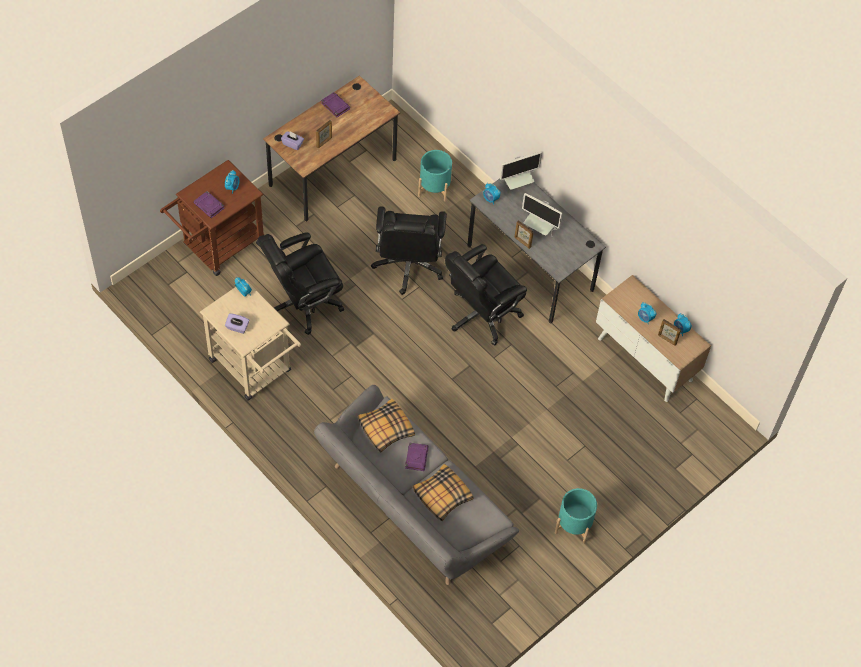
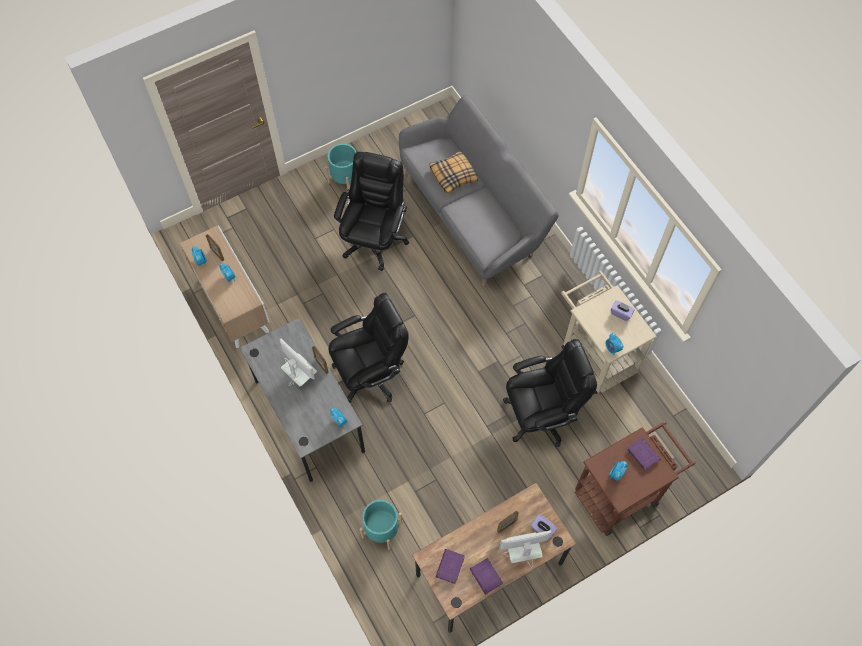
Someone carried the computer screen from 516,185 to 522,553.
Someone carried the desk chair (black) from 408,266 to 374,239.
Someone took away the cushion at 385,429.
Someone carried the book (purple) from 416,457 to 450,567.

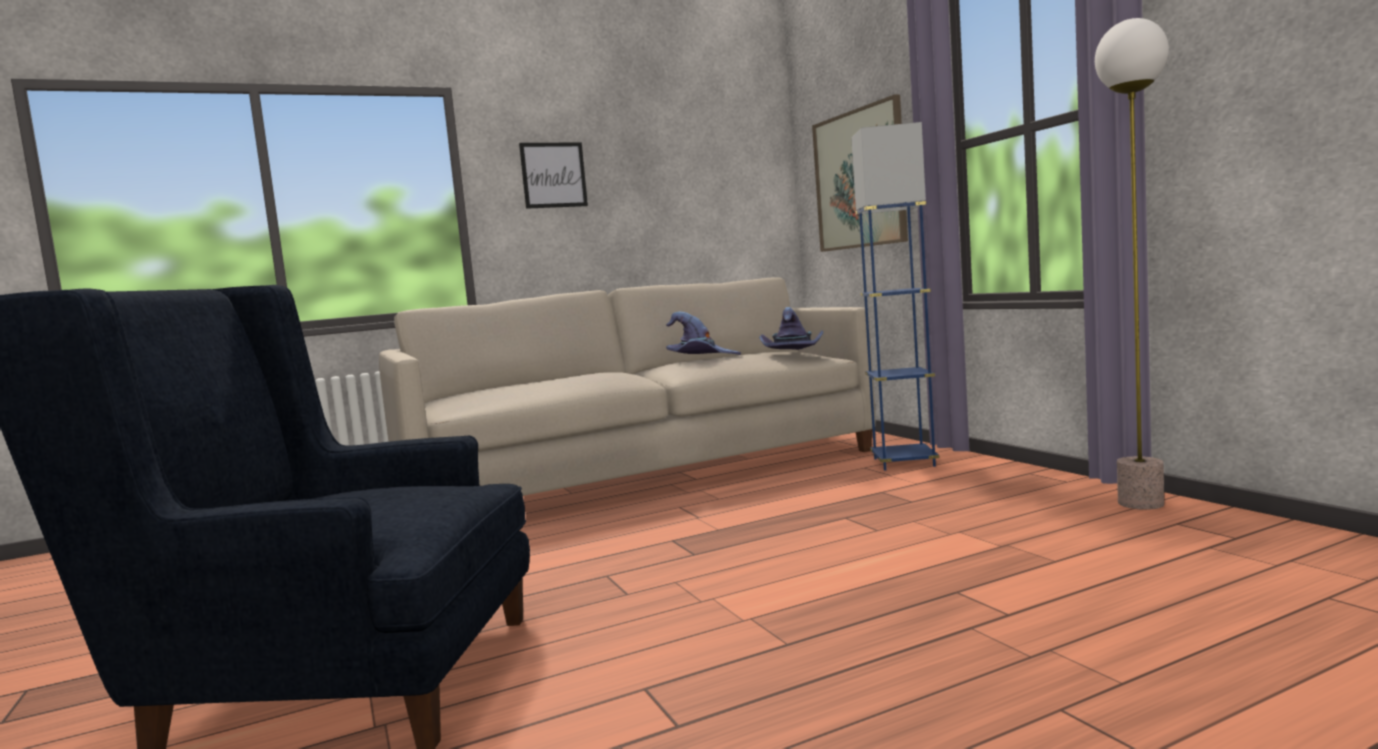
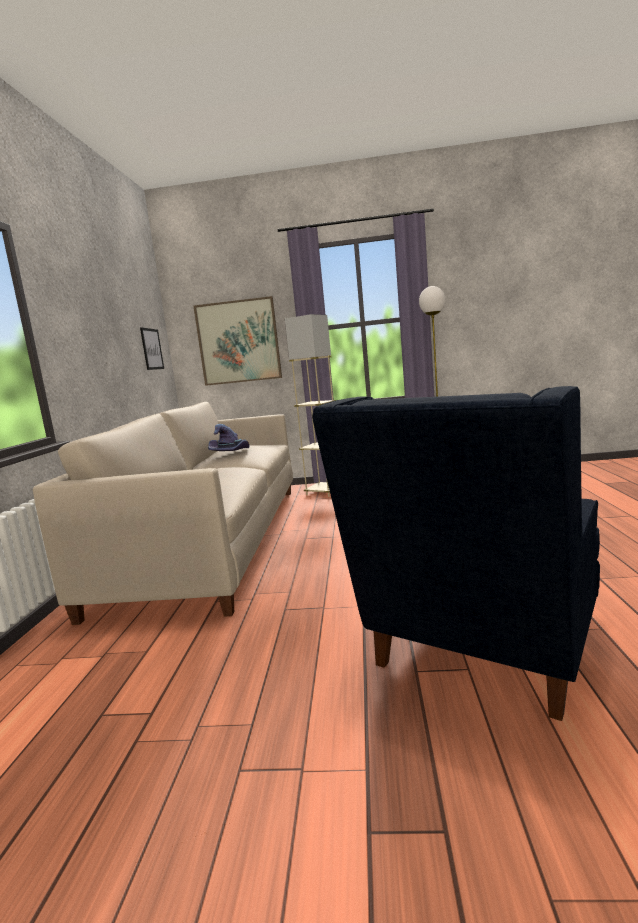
Someone repainted the floor lamp (blue-coloured) at 904,462, which became the floor lamp (beige) at 324,492.
Someone carried the wall art from 553,175 to 152,349.
Someone took away the wearable hat (purple) at 793,353.

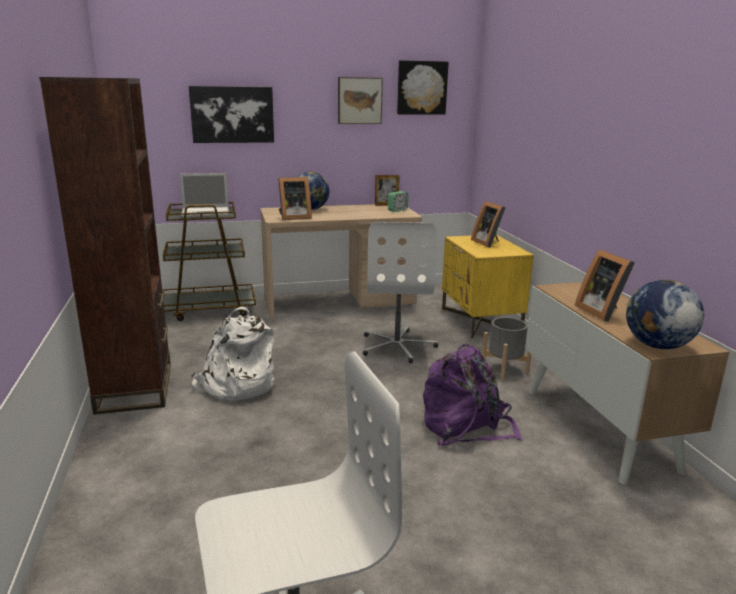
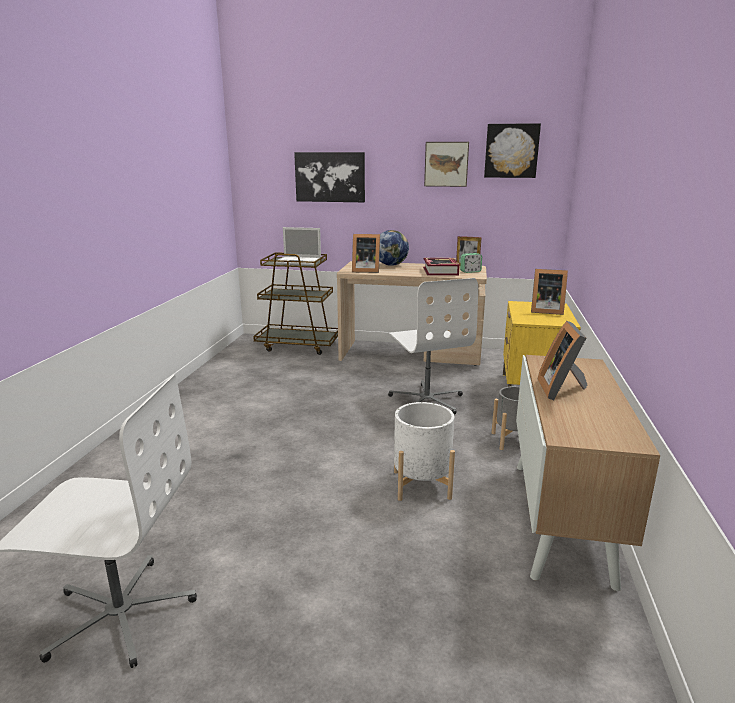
Someone took away the shelving unit (brown-coloured) at 135,387.
Someone rotated the photo frame at 488,243 by 75 degrees counterclockwise.
Someone rotated the desk chair (white-coloured) at 397,346 by 45 degrees counterclockwise.
Someone took away the desk globe at 657,346.
Someone took away the backpack (white-coloured) at 236,386.
Someone swapped the backpack (purple) at 466,427 for the flower pot (white-coloured) at 421,484.
Someone put down the book at 441,271.

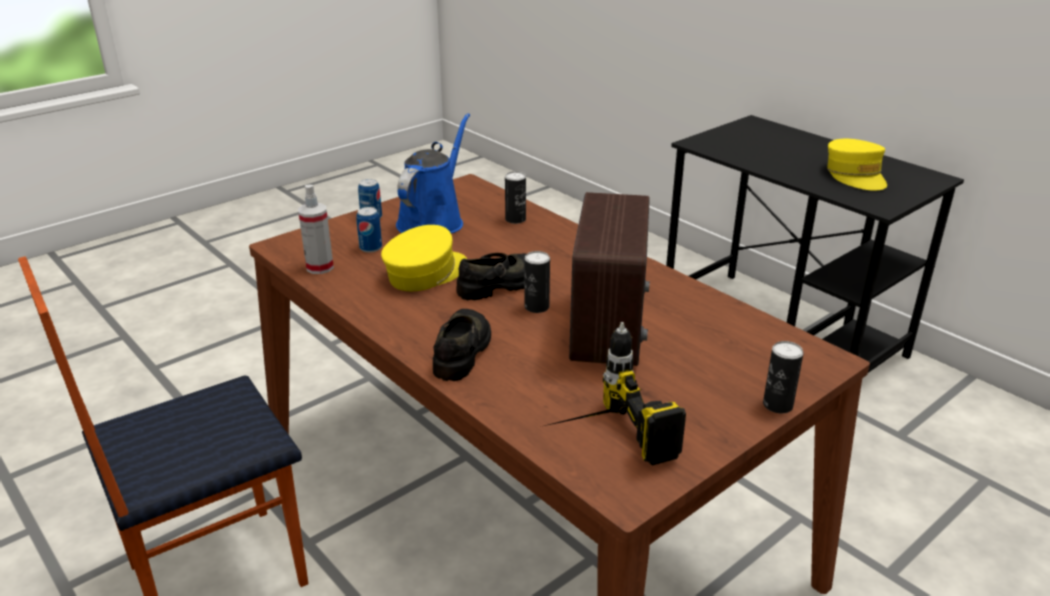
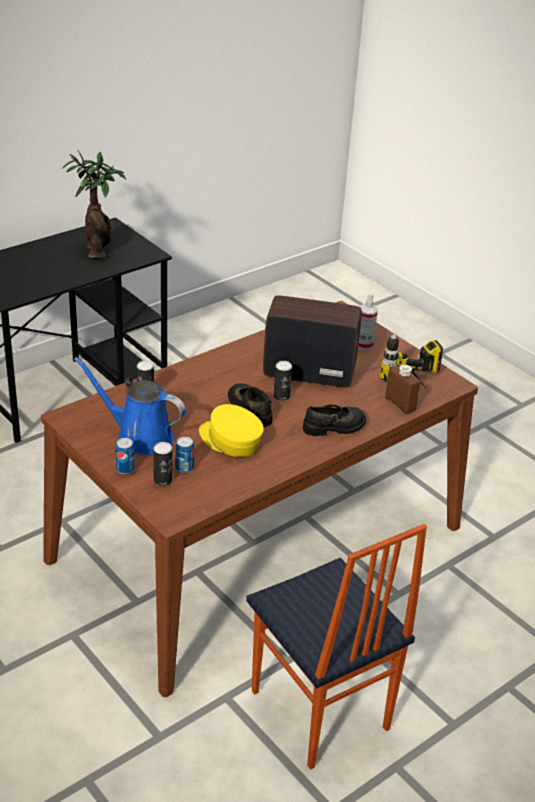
Someone swapped the baseball cap (yellow) at 855,175 for the potted plant at 98,250.
Someone carried the spray bottle from 320,267 to 364,345.
Someone rotated the item of footwear (black) at 462,351 by 150 degrees clockwise.
Someone carried the can from 777,405 to 162,480.
Someone put down the beverage bottle (brown-coloured) at 400,404.

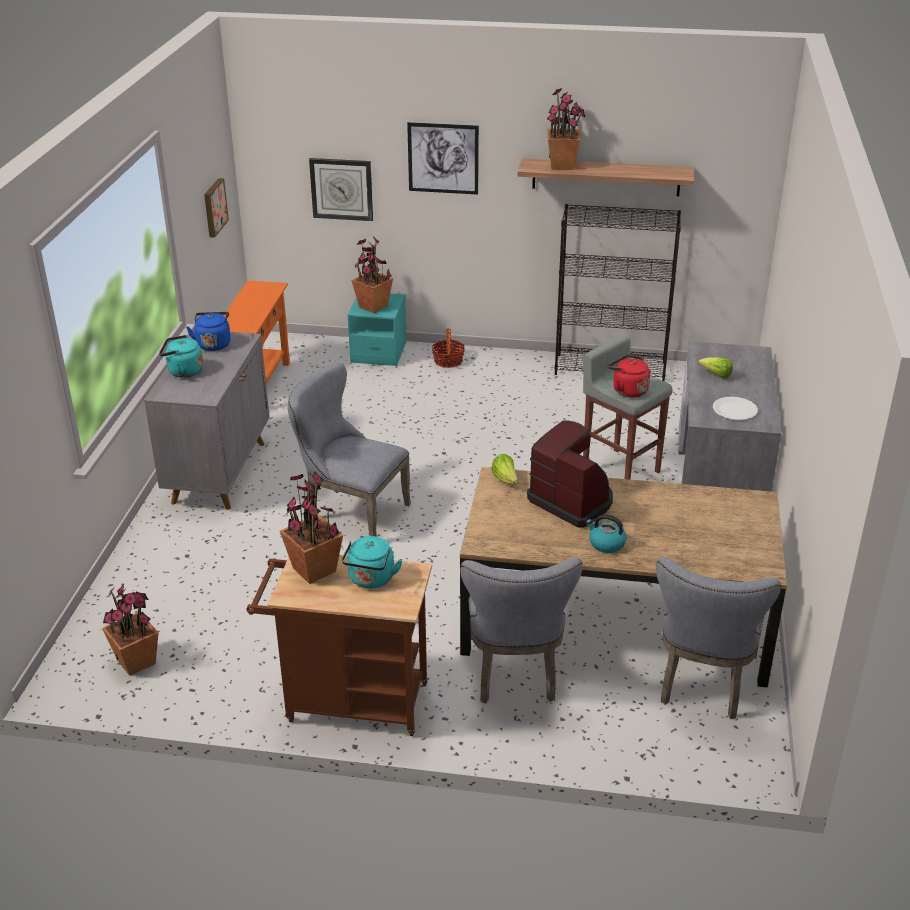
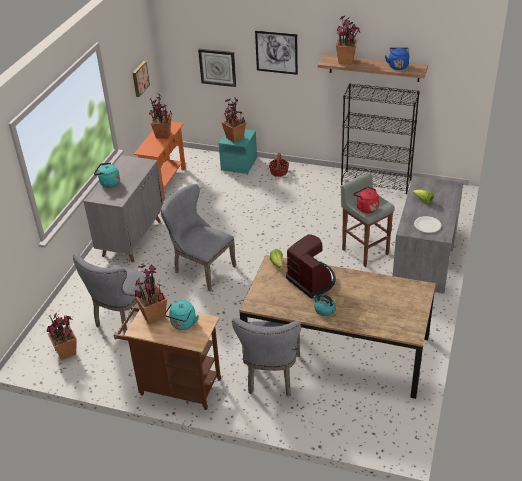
Someone carried the water kettle (blue-coloured) from 213,344 to 398,66.
Someone carried the plain chair (gray) from 704,683 to 123,318.
Someone put down the potted plant at 163,135.

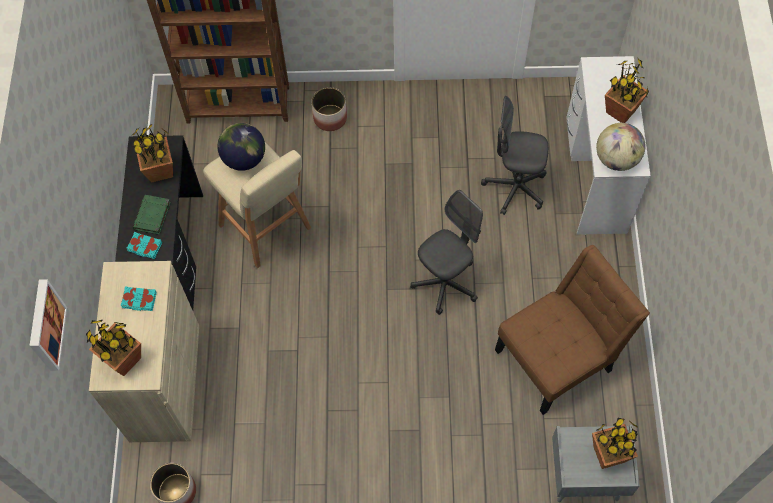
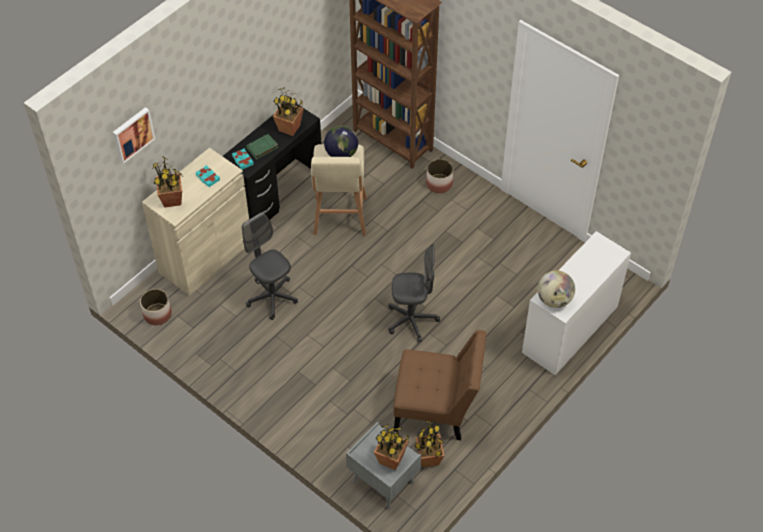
Someone carried the potted plant from 621,111 to 429,459.
Someone carried the desk chair (gray) from 514,188 to 272,297.

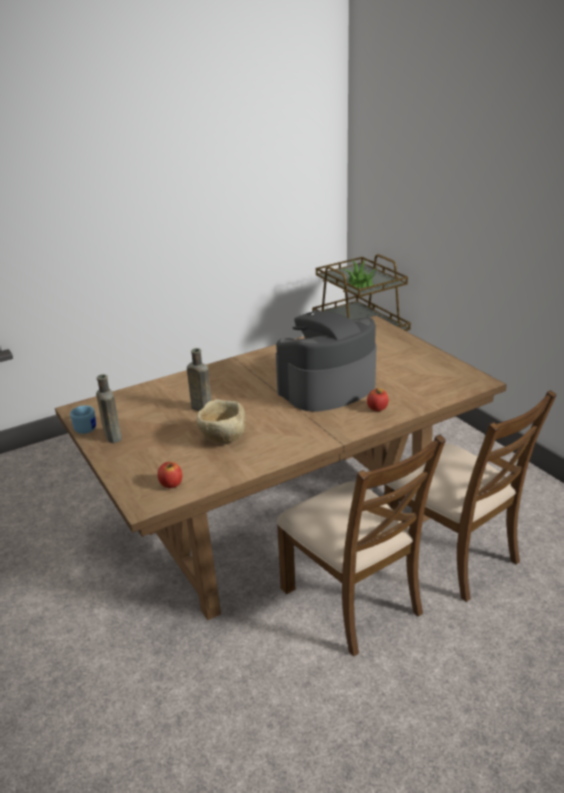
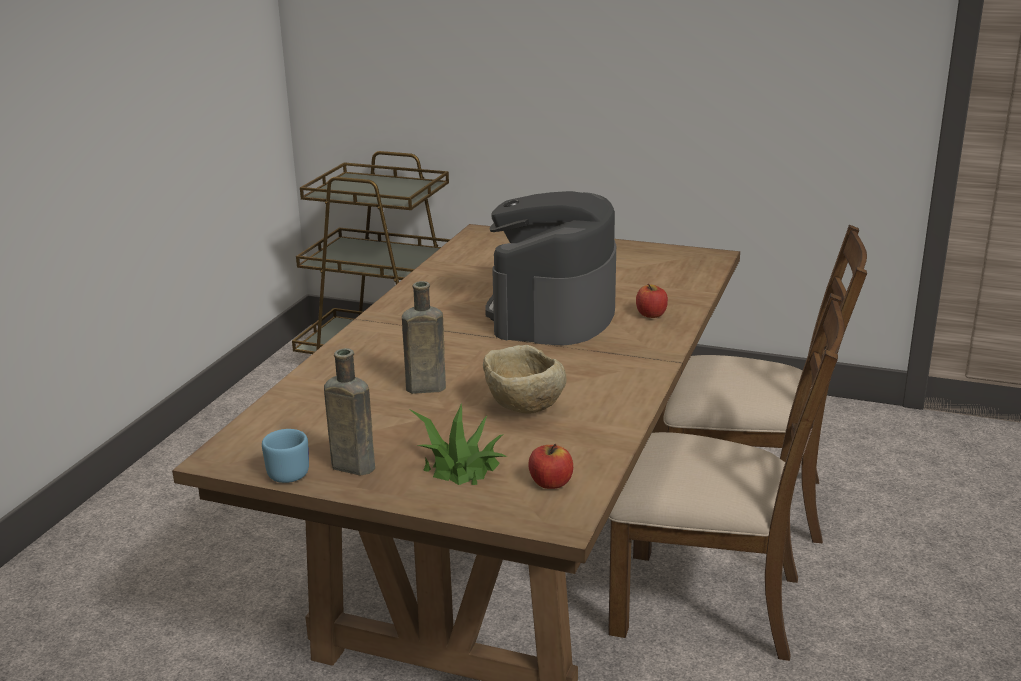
Someone carried the potted plant from 360,283 to 460,466.

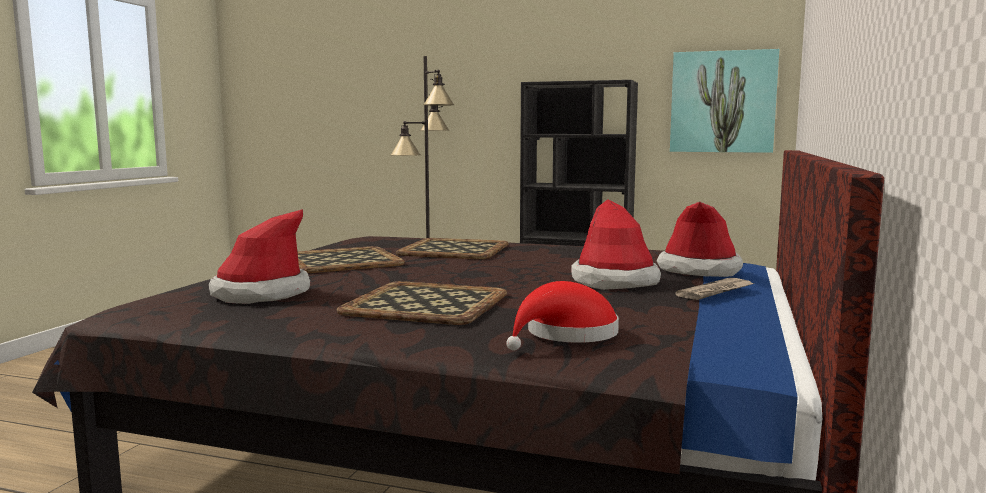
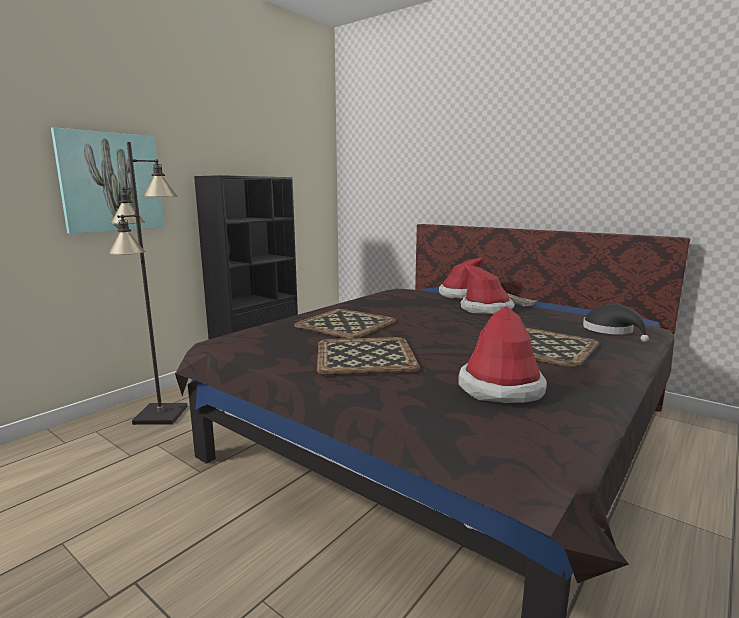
Someone carried the wall art from 722,102 to 111,182.
Someone repainted the wearable hat (reddish) at 567,335, which became the wearable hat (black) at 611,331.

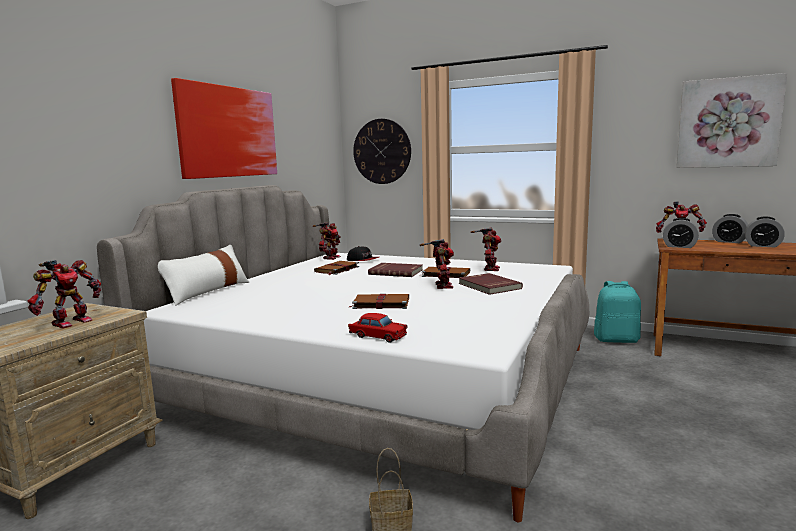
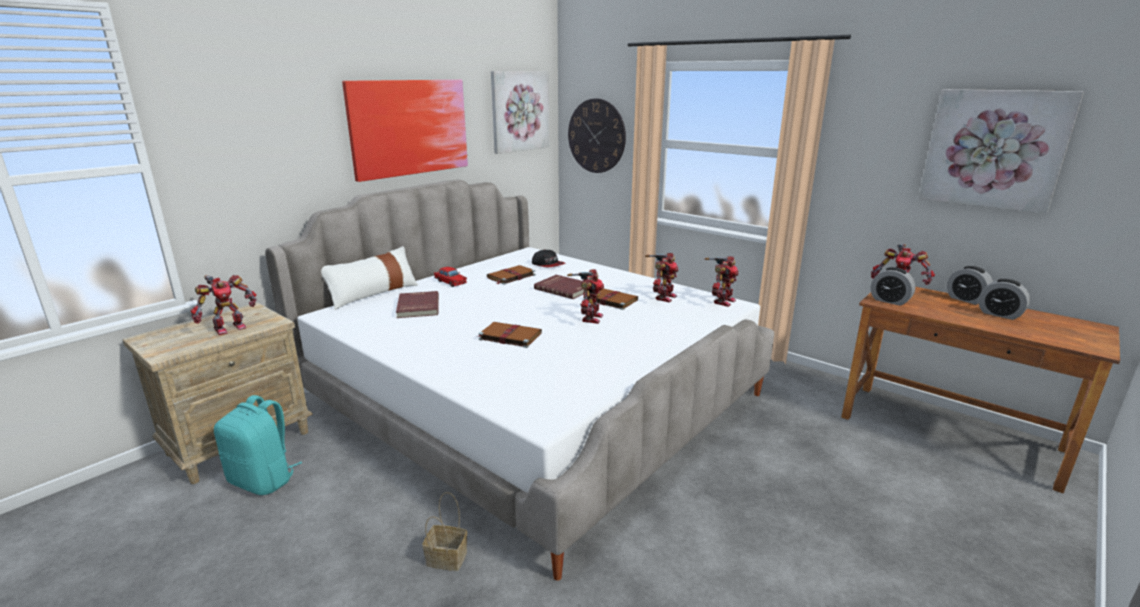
Someone carried the model robot from 330,257 to 722,301.
Someone carried the book (reddish) from 488,286 to 417,307.
Someone carried the backpack (turquoise) from 616,339 to 264,480.
Someone carried the model car (reddish) from 378,336 to 450,282.
Someone put up the wall art at 519,111.

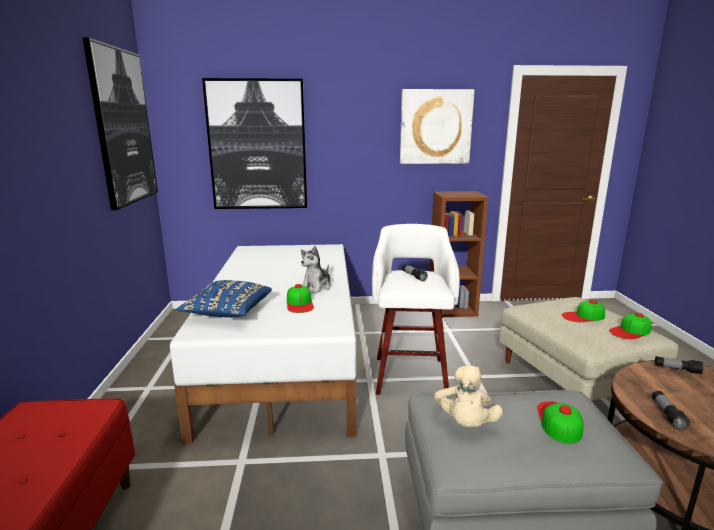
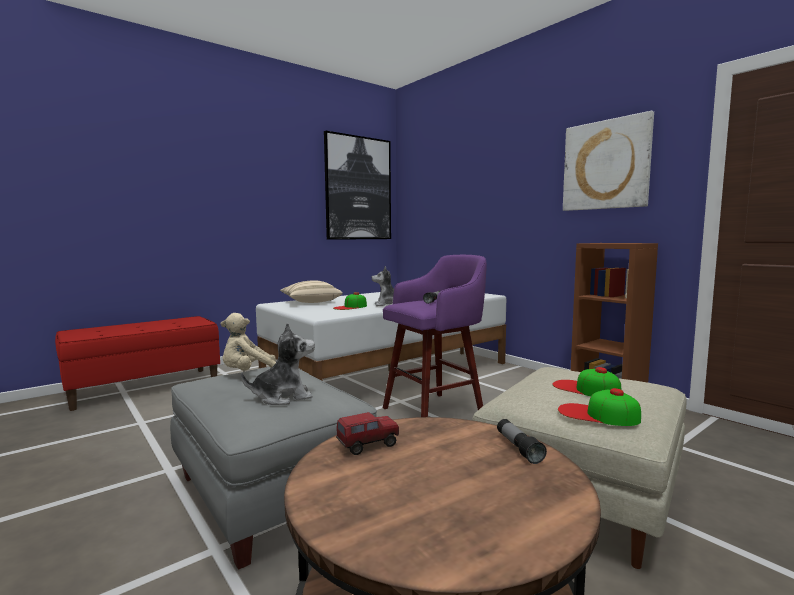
Someone took away the wall art at 257,145.
Someone repainted the stool (white-coloured) at 410,374, which became the stool (purple) at 435,411.
Someone repainted the cushion (blue-coloured) at 228,312, which became the cushion (beige) at 310,302.
Someone swapped the flashlight at 667,415 for the toy lorry at 367,446.
Someone swapped the baseball cap at 559,421 for the cuddly toy at 283,397.

